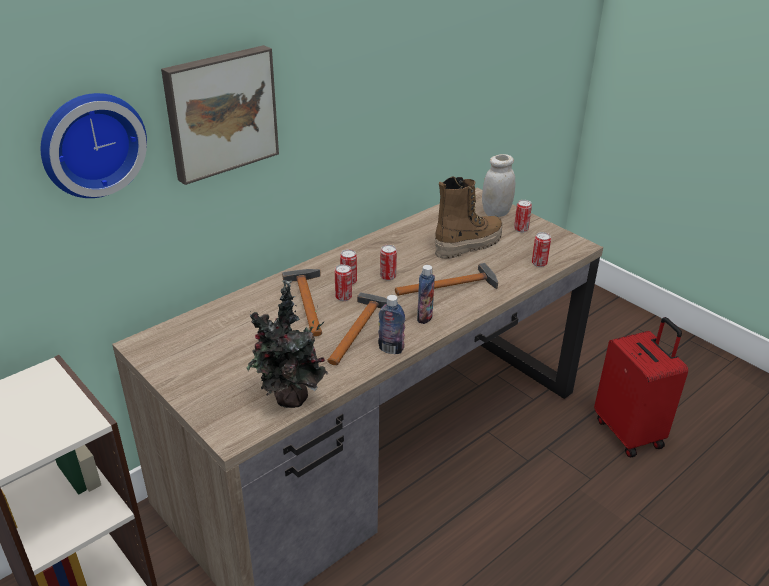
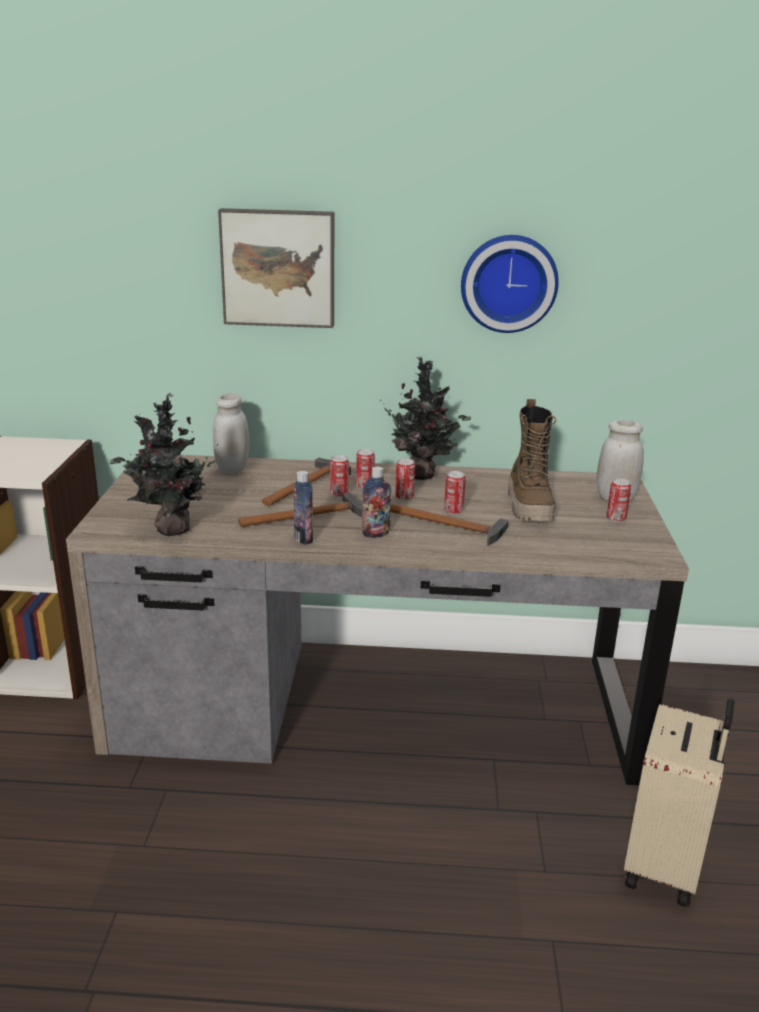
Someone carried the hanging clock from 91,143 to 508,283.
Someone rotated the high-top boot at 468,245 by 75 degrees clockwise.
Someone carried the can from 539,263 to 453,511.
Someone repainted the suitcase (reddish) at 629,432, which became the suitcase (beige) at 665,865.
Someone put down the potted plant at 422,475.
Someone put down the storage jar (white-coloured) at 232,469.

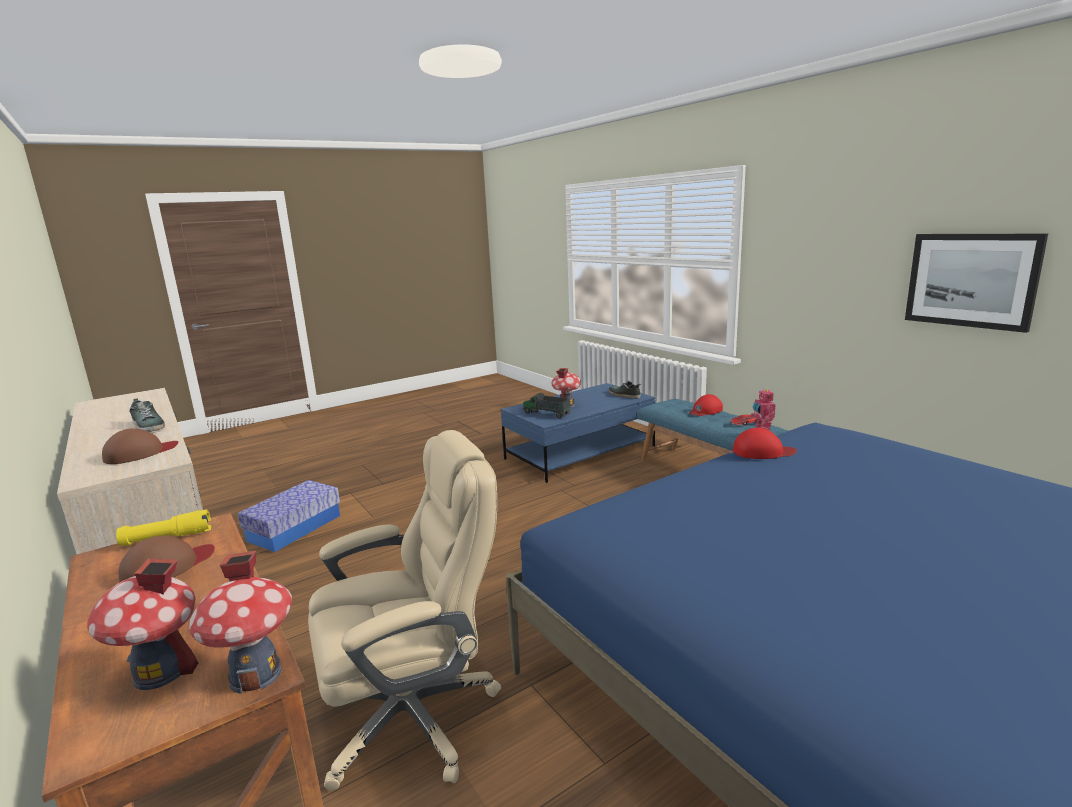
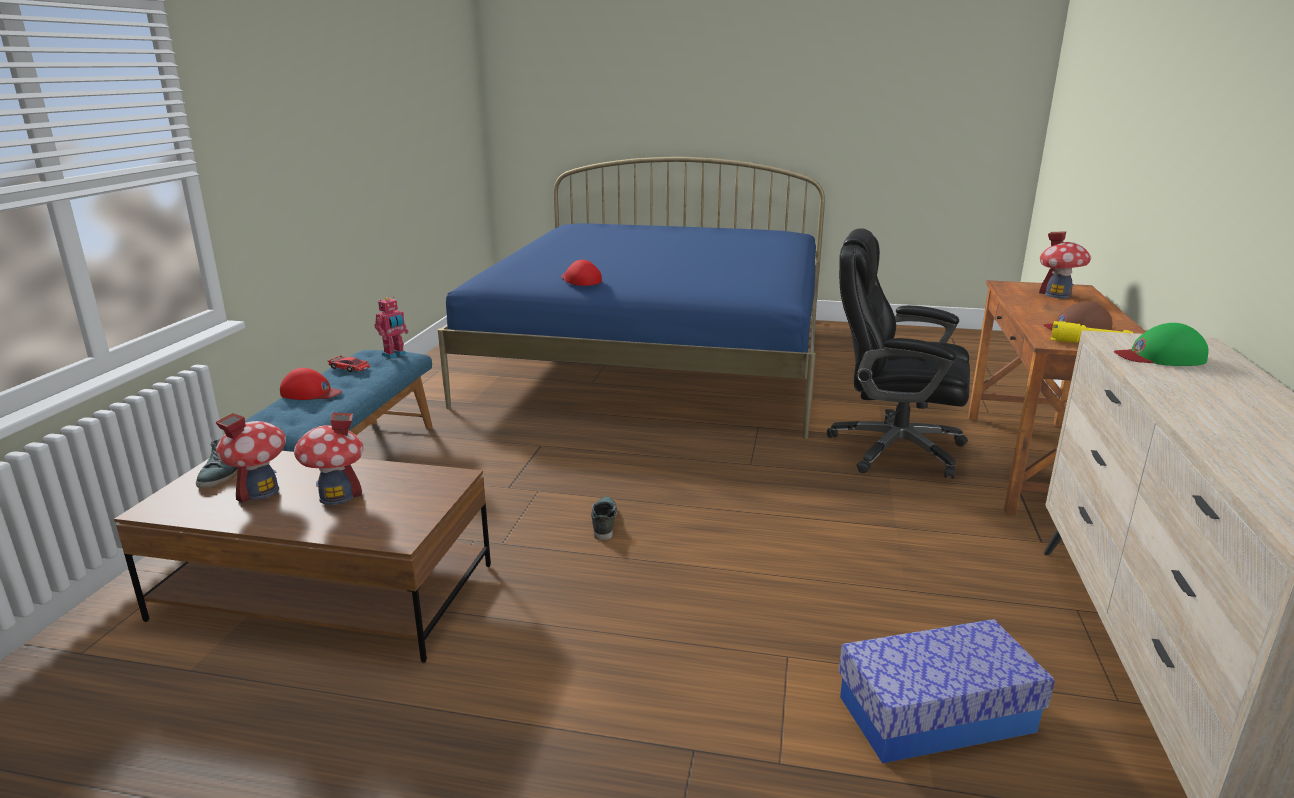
Someone took away the wall art at 971,280.
Someone repainted the low table (blue-coloured) at 580,453, which became the low table (brown-coloured) at 327,592.
Someone took away the toy lorry at 546,414.
Someone carried the item of footwear from 149,426 to 603,522.
Someone repainted the baseball cap (brown-coloured) at 140,453, which became the baseball cap (green-coloured) at 1160,357.
Someone repainted the desk chair (beige) at 414,716, which became the desk chair (black) at 892,448.
Someone carried the toy house from 256,675 to 260,491.

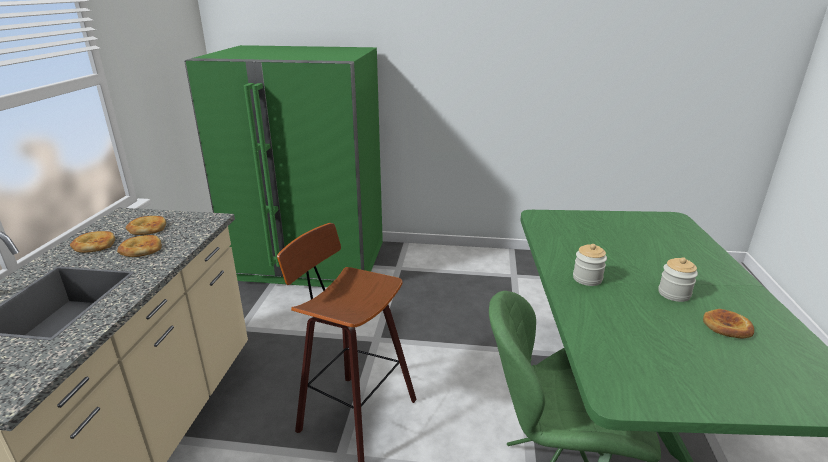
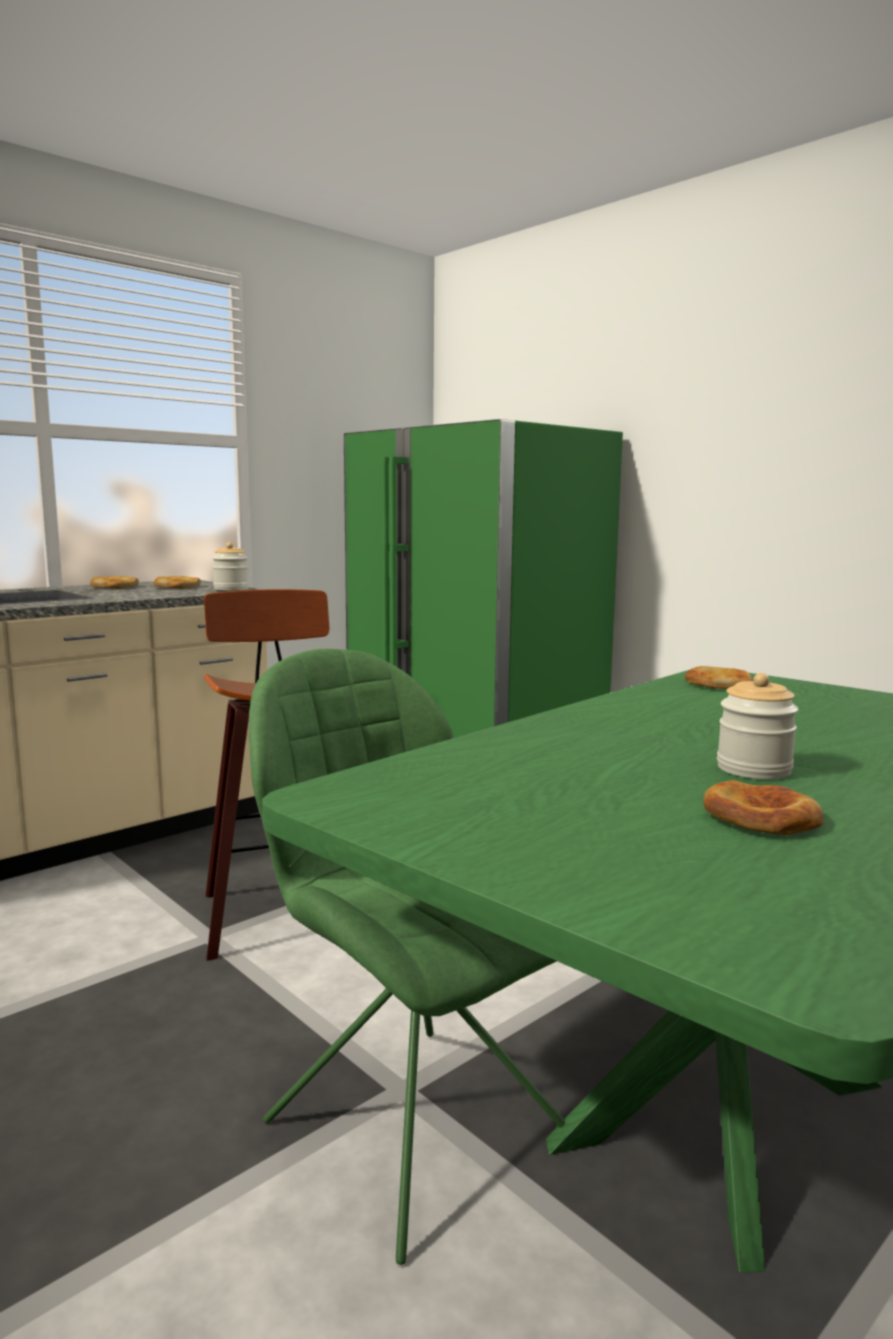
Someone carried the bakery bread from 141,249 to 718,684.
Someone carried the storage jar from 587,279 to 231,589.

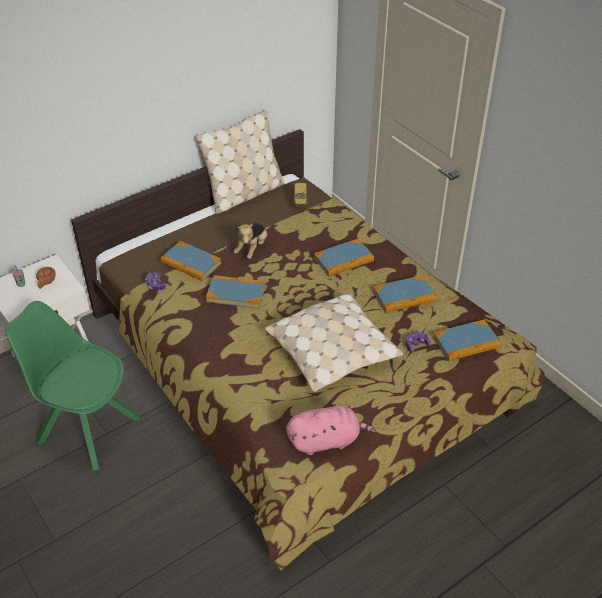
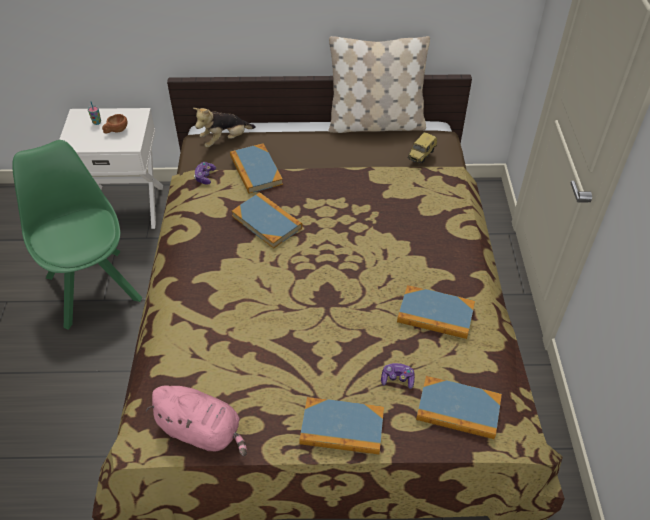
Someone carried the cuddly toy from 252,248 to 225,140.
Someone carried the book from 343,260 to 342,428.
Someone took away the cushion (beige) at 333,352.

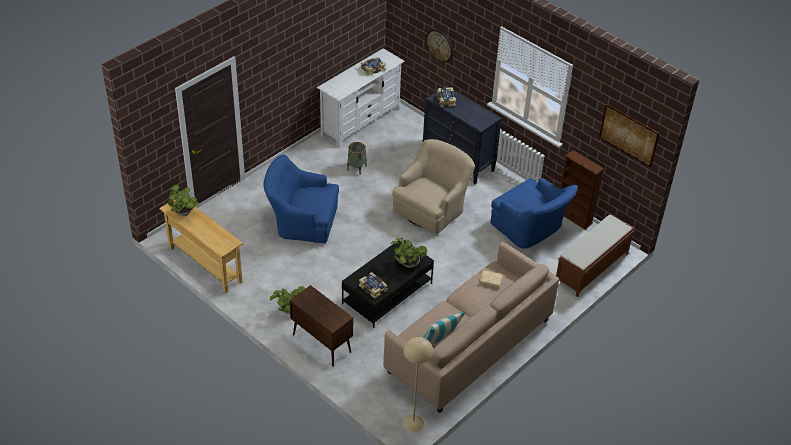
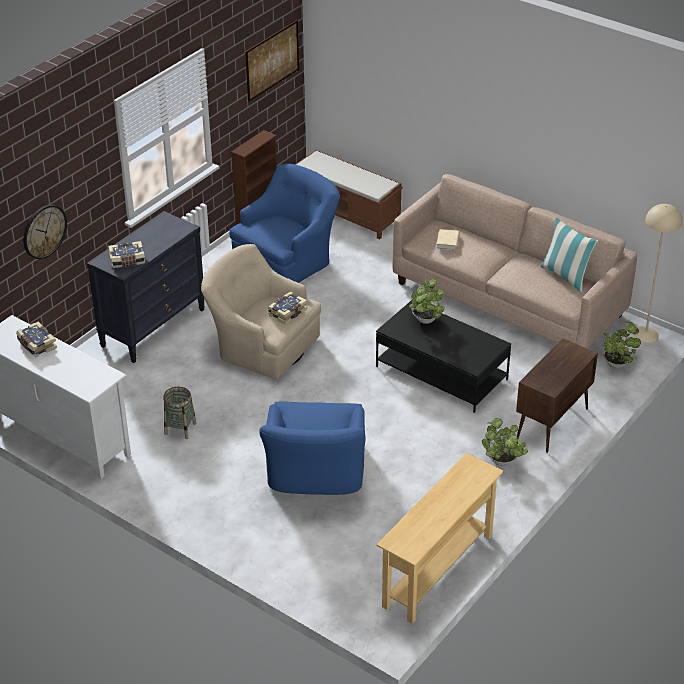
Someone carried the potted plant from 184,213 to 617,363.
Someone carried the book from 373,288 to 287,312.

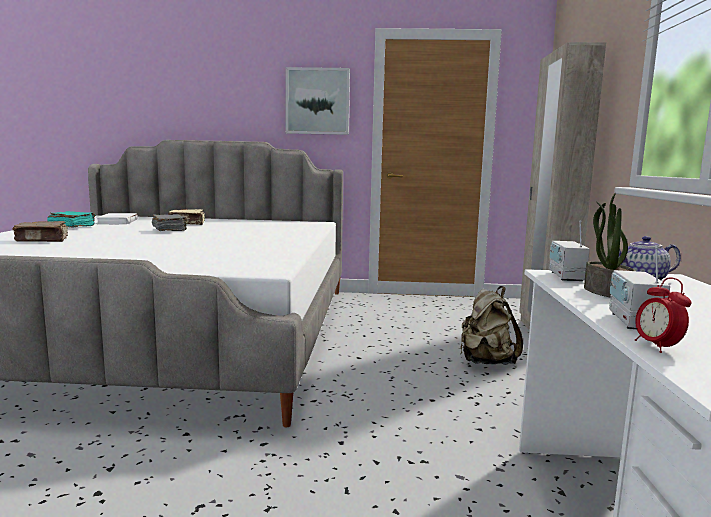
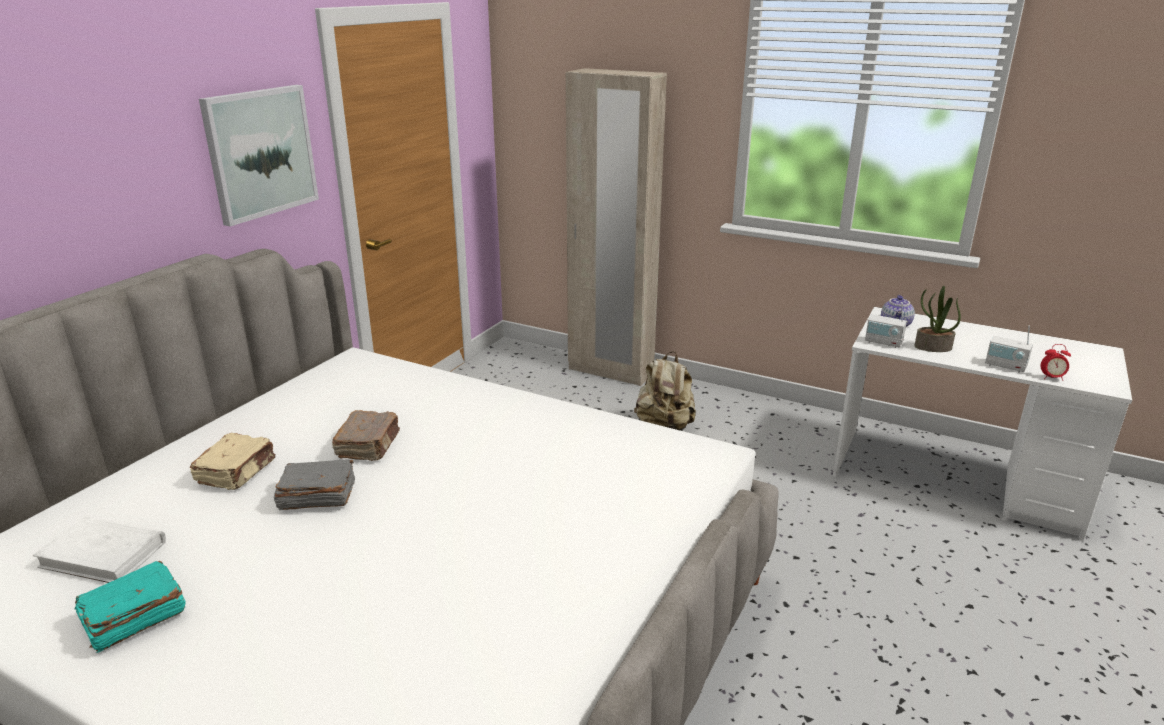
Someone carried the book (brown-coloured) from 43,240 to 369,446.

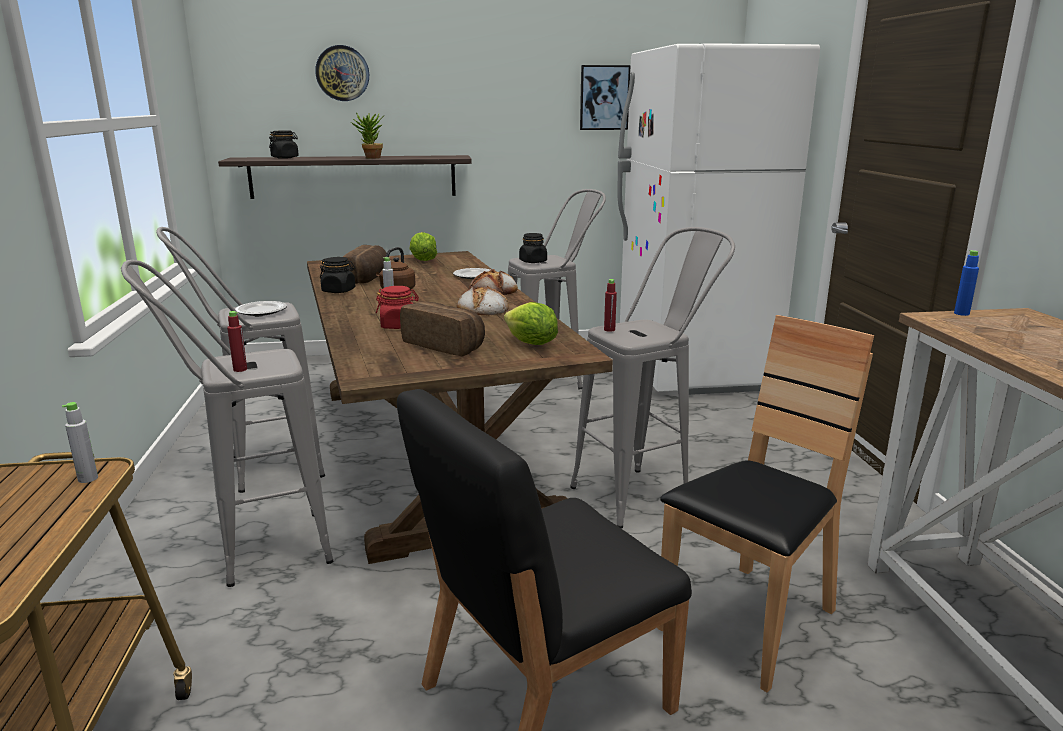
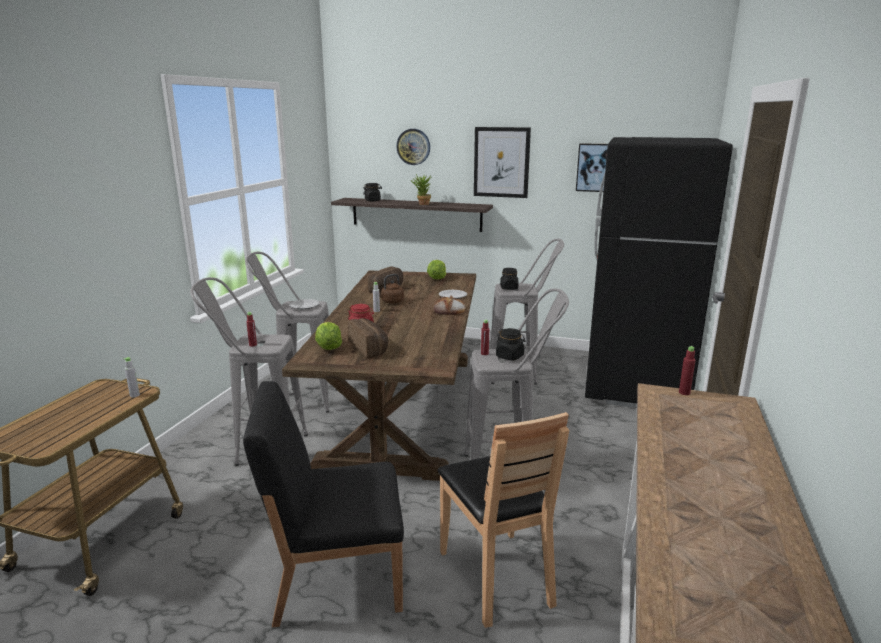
Someone repainted the fridge (white-coloured) at 692,370, which became the fridge (black) at 636,385.
Someone repainted the beverage bottle (blue-coloured) at 961,313, which became the beverage bottle (reddish) at 684,392.
Someone carried the storage jar (black) from 339,291 to 510,356.
Someone took away the bakery bread at 482,309.
Someone carried the lettuce head from 531,344 to 328,348.
Someone rotated the plain chair (brown-coloured) at 749,623 by 90 degrees clockwise.
Someone put up the wall art at 501,162.

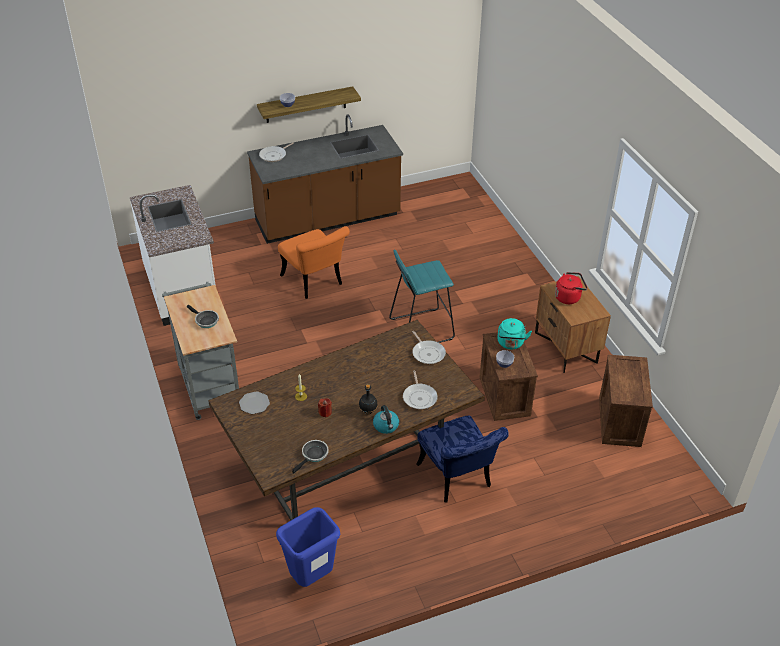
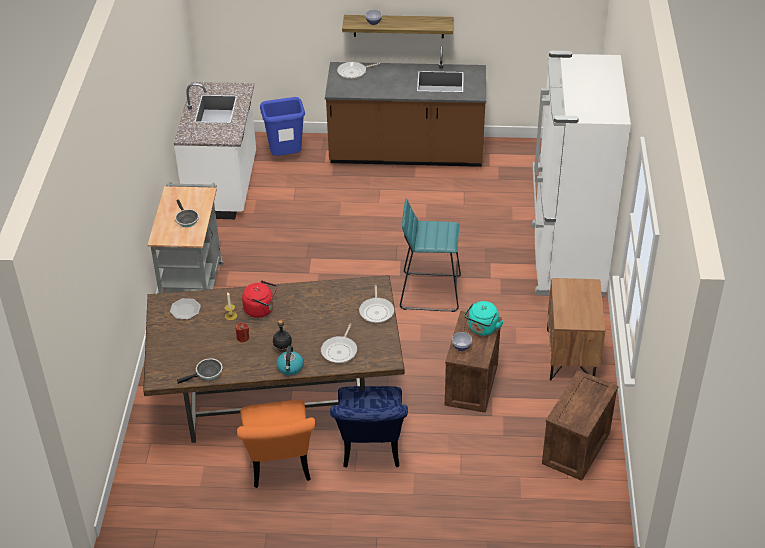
Someone carried the plain chair (orangey) from 315,282 to 279,467.
Someone carried the water kettle (reddish) from 569,297 to 261,309.
Someone carried the rubbish bin (blue-coloured) from 312,578 to 286,157.
Someone put down the fridge (white-coloured) at 565,260.

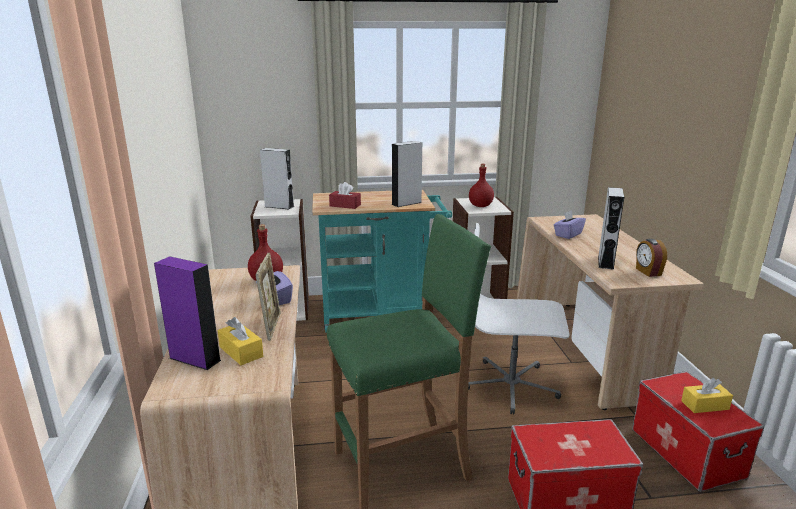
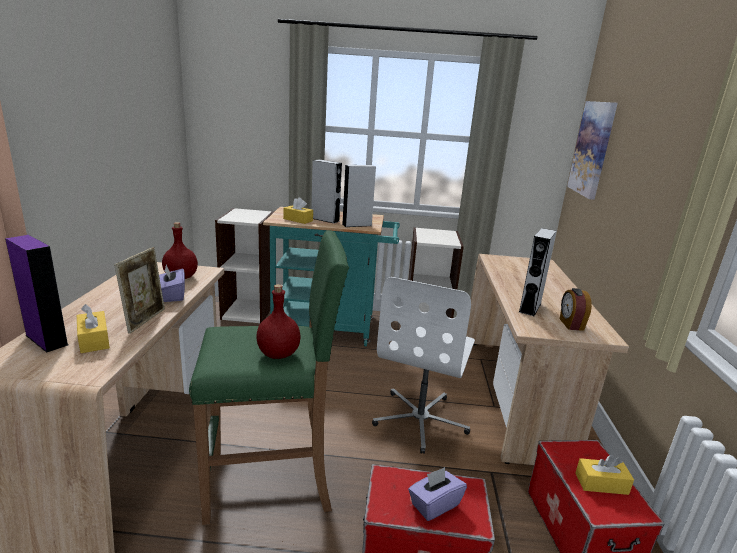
Someone carried the speaker (gray) from 279,206 to 325,219.
Someone carried the beverage bottle (reddish) from 480,206 to 277,354.
Someone repainted the tissue holder (reddish) at 345,205, which became the tissue holder (yellow) at 298,220.
Someone carried the tissue holder (purple) from 568,234 to 434,504.
Someone rotated the desk chair (white-coloured) at 511,386 by 90 degrees counterclockwise.
Someone put up the wall art at 592,149.

